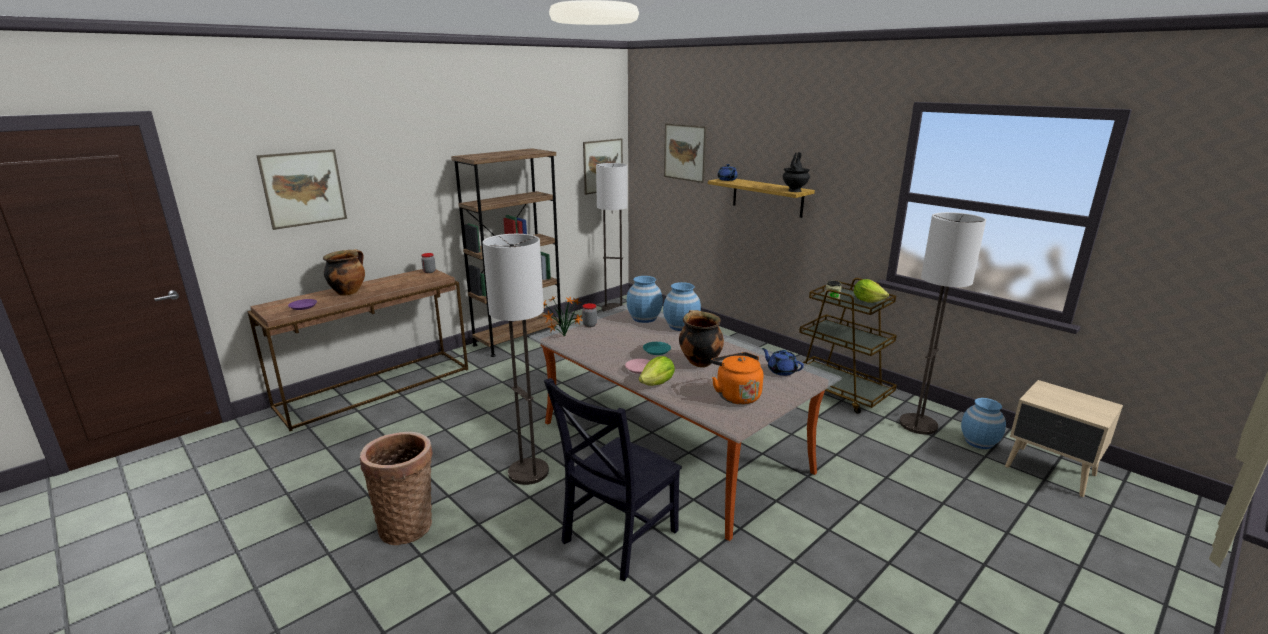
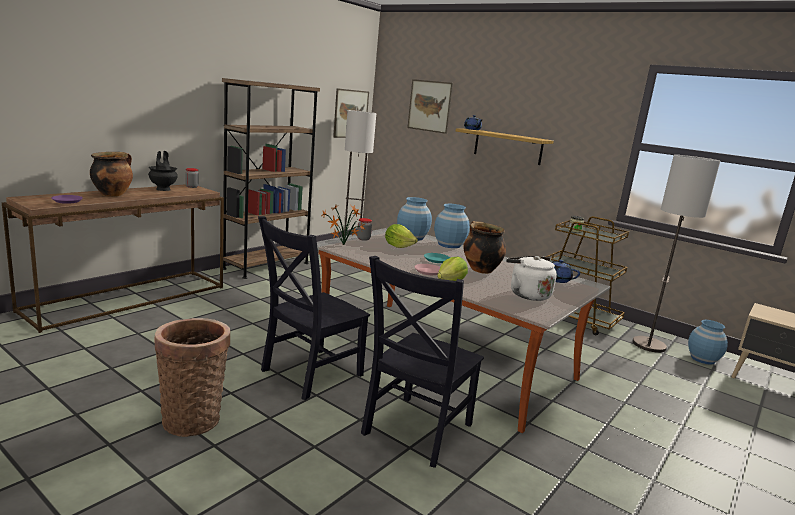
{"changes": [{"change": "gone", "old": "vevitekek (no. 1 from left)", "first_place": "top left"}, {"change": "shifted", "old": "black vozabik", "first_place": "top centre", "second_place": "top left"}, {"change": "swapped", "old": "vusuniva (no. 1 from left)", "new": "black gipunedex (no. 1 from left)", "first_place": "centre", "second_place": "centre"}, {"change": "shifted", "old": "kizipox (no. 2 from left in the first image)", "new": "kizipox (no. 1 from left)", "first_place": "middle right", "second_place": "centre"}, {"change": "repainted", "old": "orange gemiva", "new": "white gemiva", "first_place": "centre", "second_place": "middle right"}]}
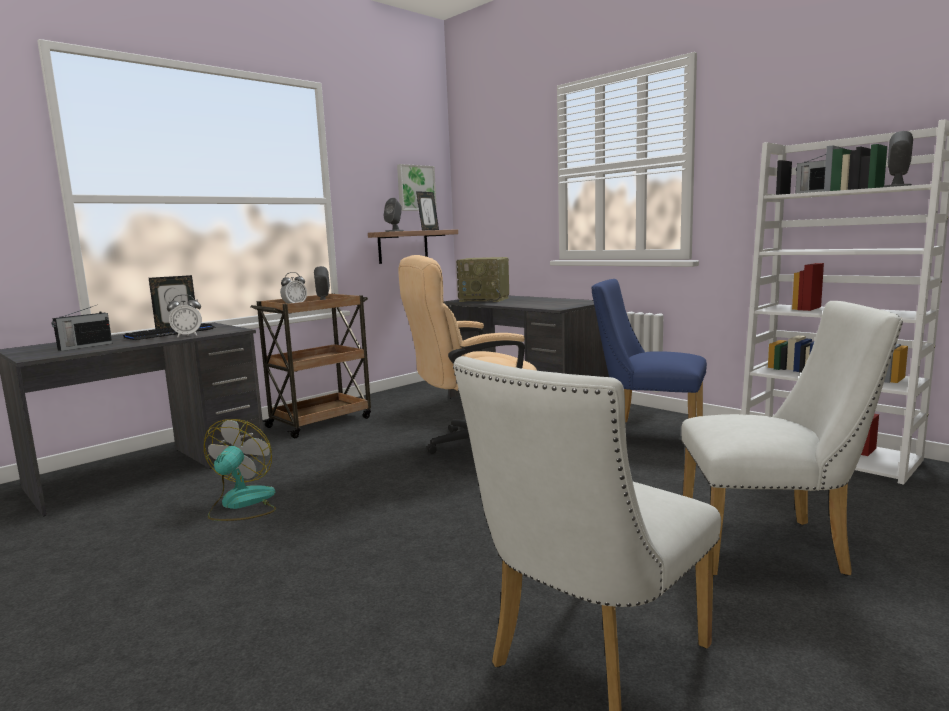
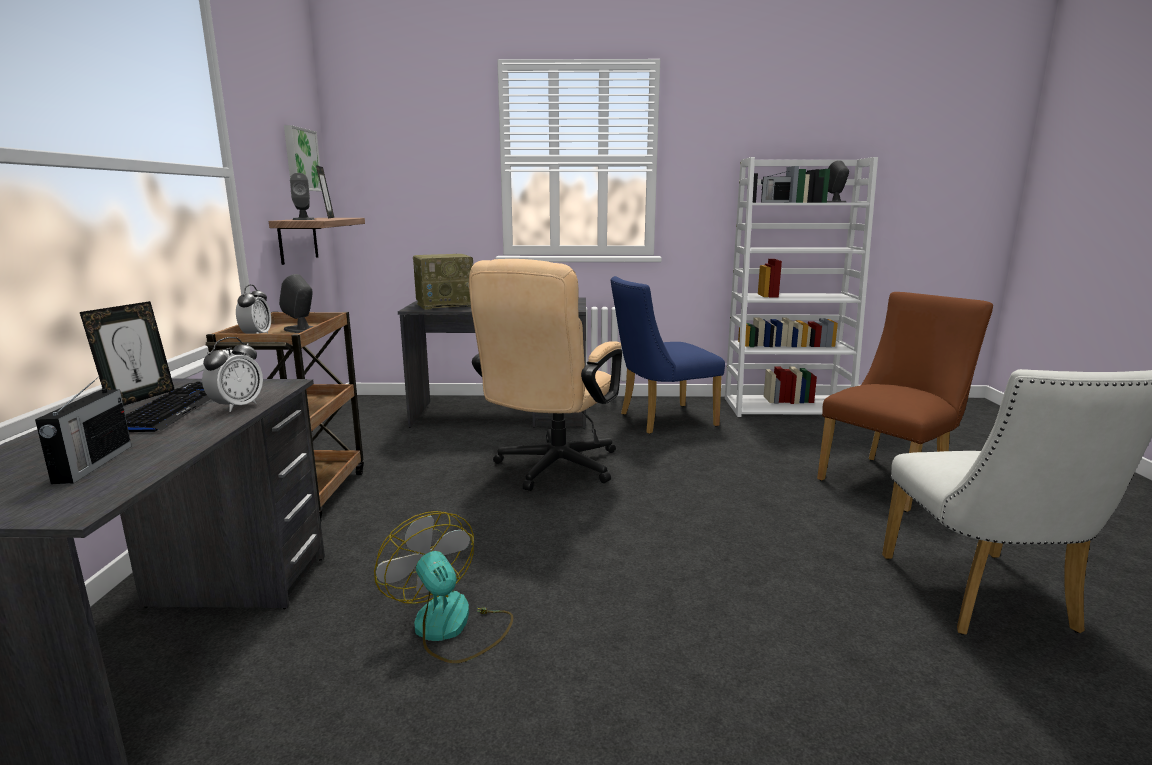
{"changes": [{"change": "repainted", "old": "white gipunedex (no. 2 from left)", "new": "brown gipunedex", "first_place": "middle right", "second_place": "middle right"}]}
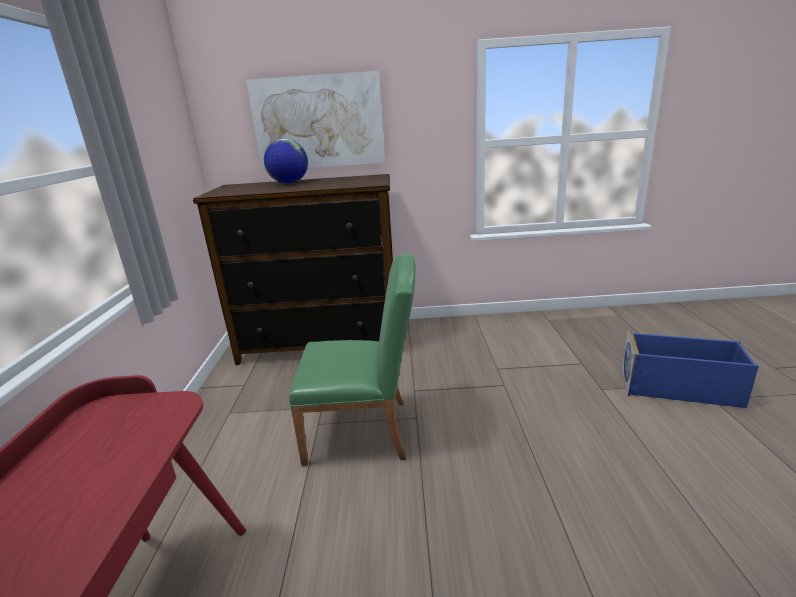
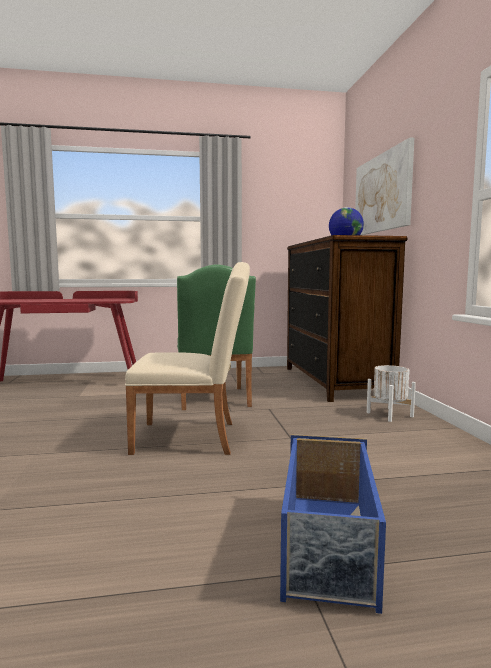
{"changes": [{"change": "new", "new": "beige gipunedex", "second_place": "centre"}, {"change": "new", "new": "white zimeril", "second_place": "middle right"}]}
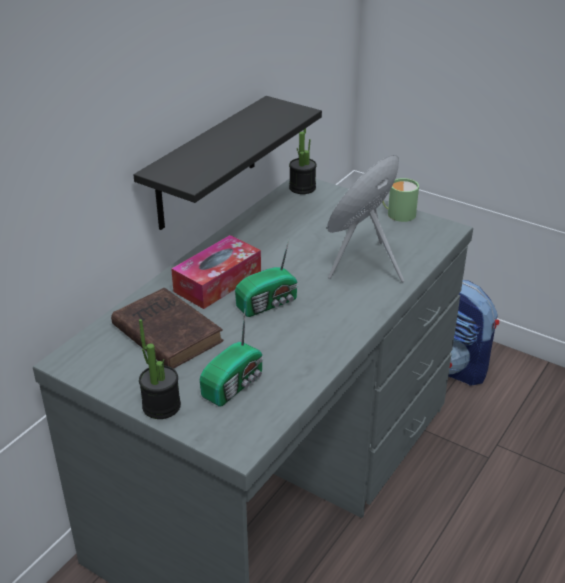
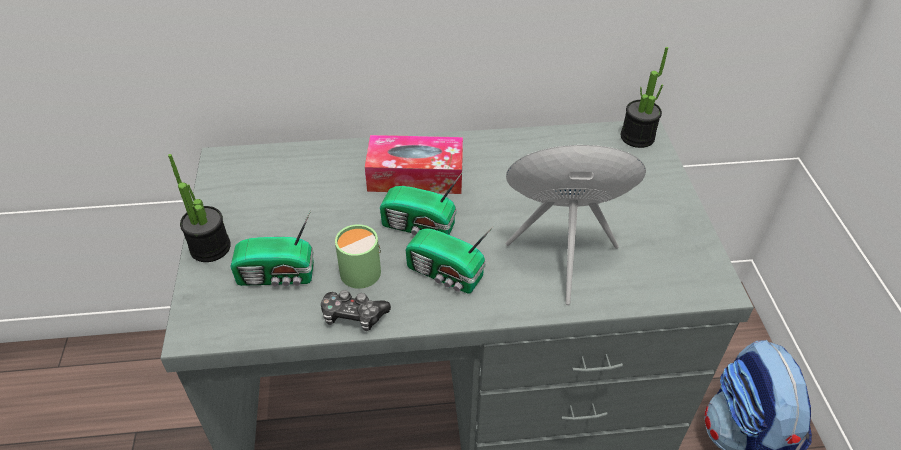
{"changes": [{"change": "gone", "old": "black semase", "first_place": "top centre"}, {"change": "shifted", "old": "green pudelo", "first_place": "middle right", "second_place": "centre"}, {"change": "gone", "old": "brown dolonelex", "first_place": "middle left"}, {"change": "new", "new": "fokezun (no. 3 from left)", "second_place": "centre"}, {"change": "new", "new": "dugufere", "second_place": "bottom centre"}]}
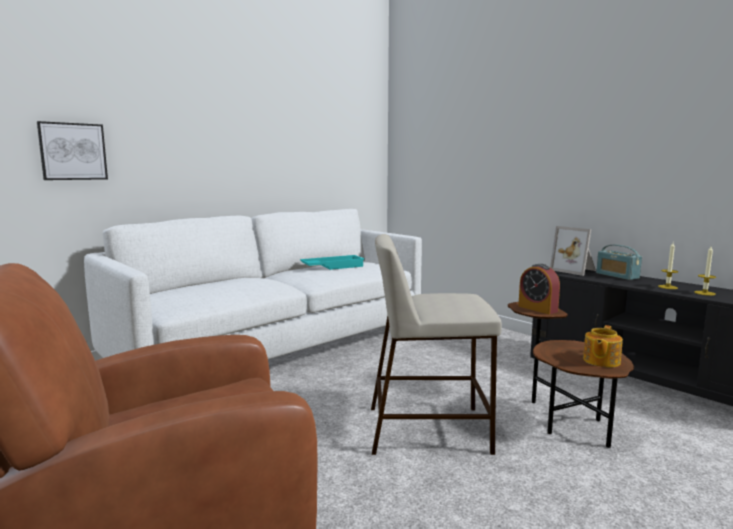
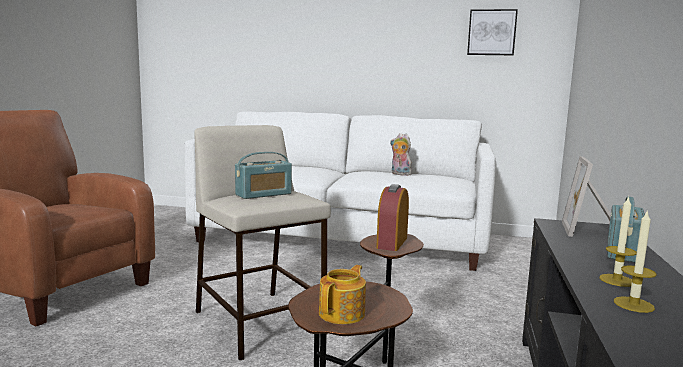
{"changes": [{"change": "shifted", "old": "vevitekek", "first_place": "top left", "second_place": "top right"}, {"change": "swapped", "old": "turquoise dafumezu", "new": "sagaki", "first_place": "centre", "second_place": "centre"}, {"change": "rotated", "old": "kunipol", "first_place": "middle right", "second_place": "bottom centre", "degrees": 120}, {"change": "new", "new": "fokezun (no. 1 from left)", "second_place": "centre"}]}
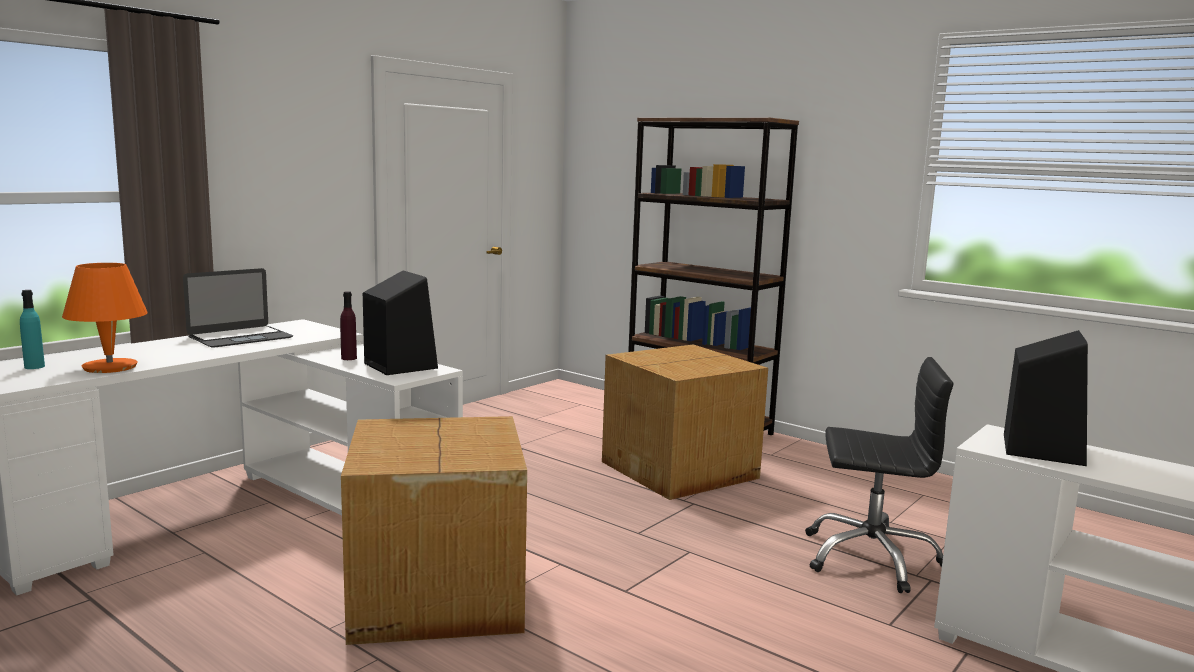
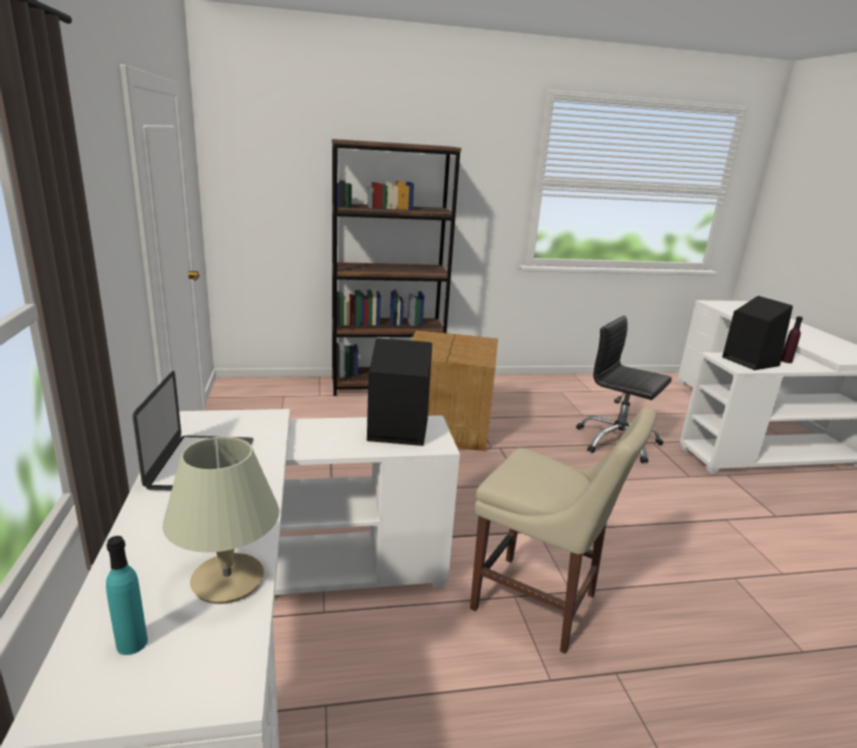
{"changes": [{"change": "repainted", "old": "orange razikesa", "new": "beige razikesa", "first_place": "middle left", "second_place": "bottom left"}, {"change": "shifted", "old": "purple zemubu", "first_place": "middle left", "second_place": "middle right"}, {"change": "rotated", "old": "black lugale", "first_place": "bottom right", "second_place": "middle right", "degrees": -105}, {"change": "swapped", "old": "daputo (no. 1 from left)", "new": "beige gipunedex", "first_place": "bottom centre", "second_place": "bottom centre"}]}
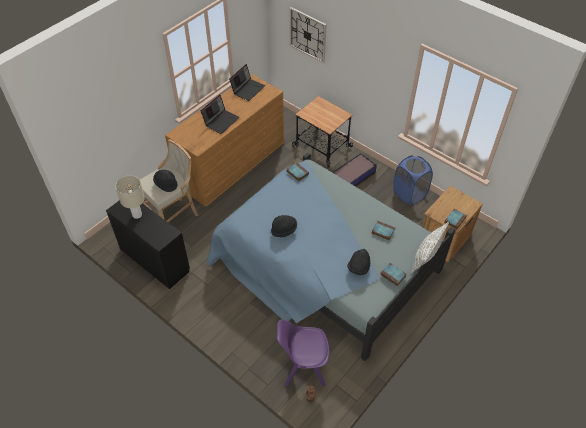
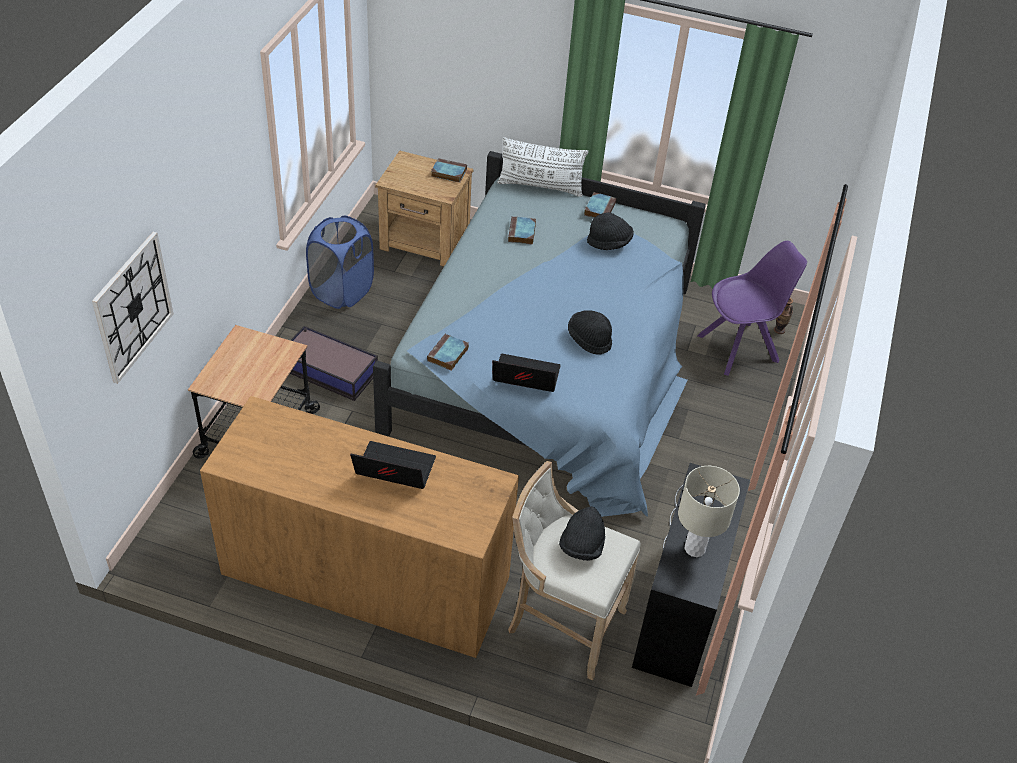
{"changes": [{"change": "shifted", "old": "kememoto (no. 2 from left)", "first_place": "top centre", "second_place": "centre"}, {"change": "rotated", "old": "purple gipunedex", "first_place": "bottom centre", "second_place": "middle right", "degrees": -90}]}
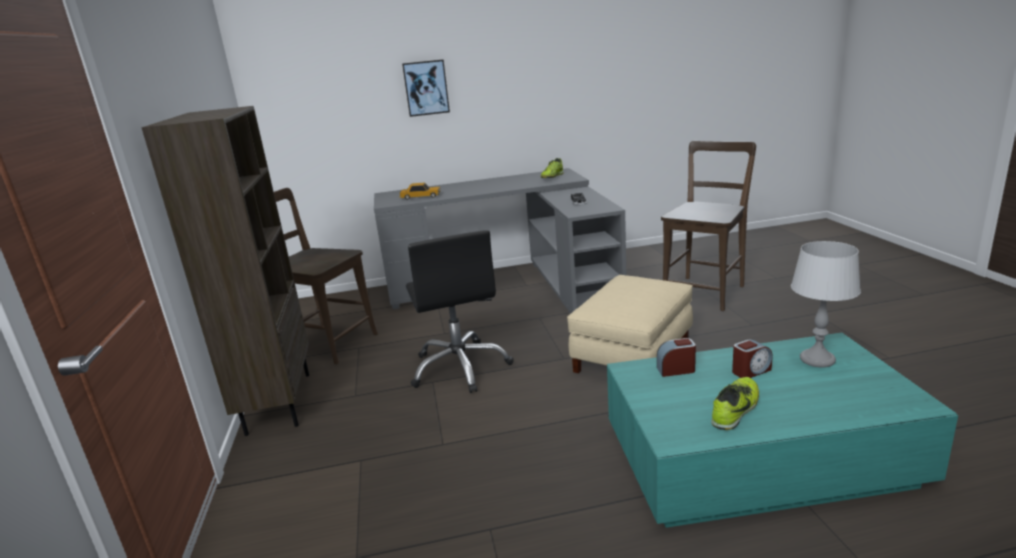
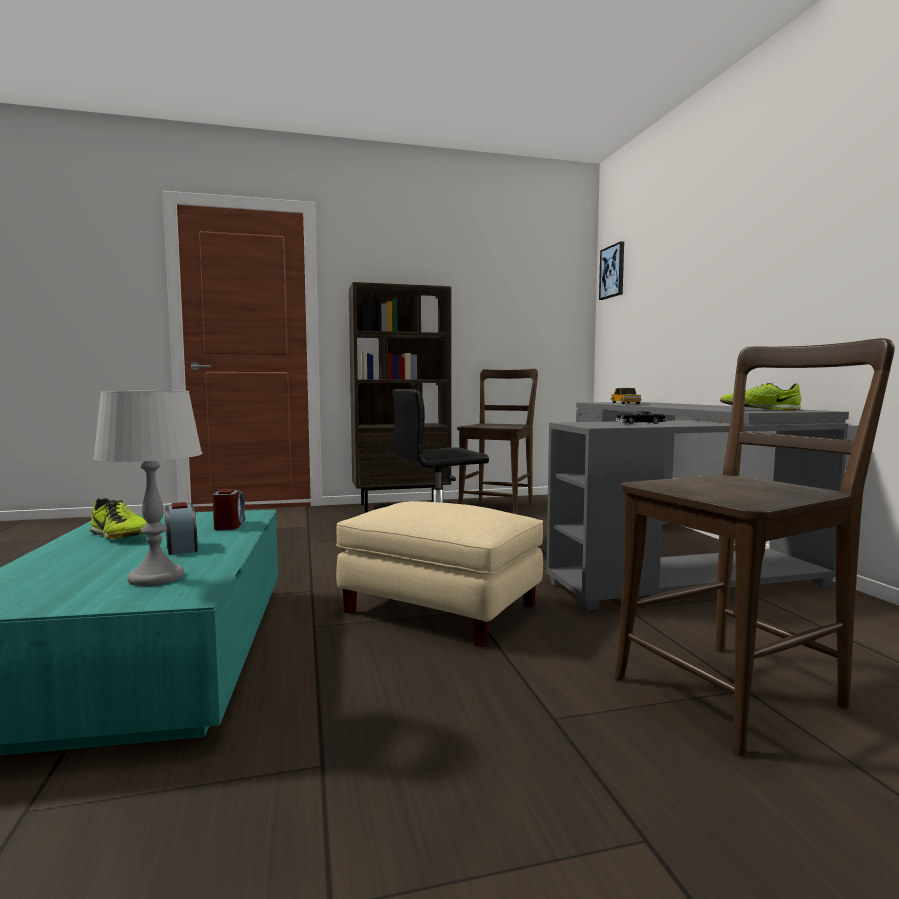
{"changes": [{"change": "shifted", "old": "vevitekek", "first_place": "top centre", "second_place": "top right"}, {"change": "rotated", "old": "brown gipunedex (no. 2 from left)", "first_place": "middle right", "second_place": "middle right", "degrees": -60}]}
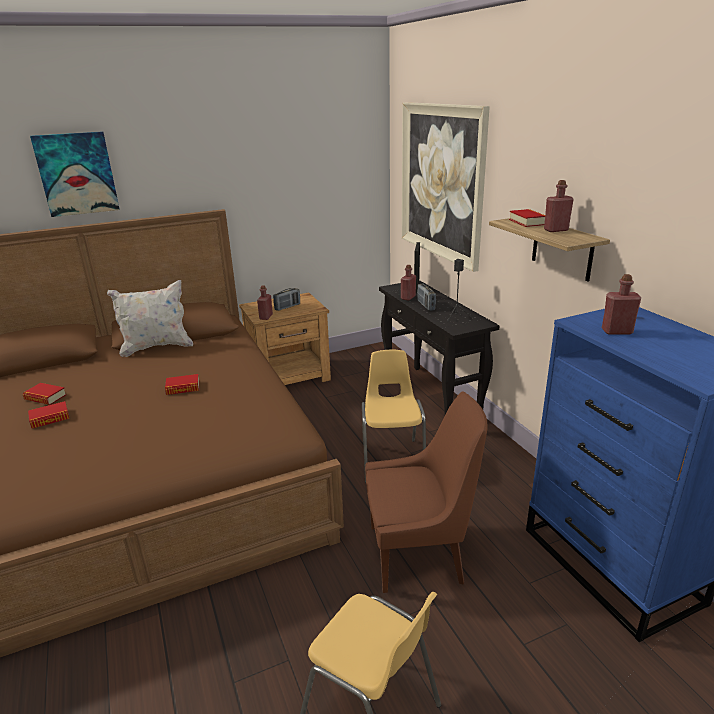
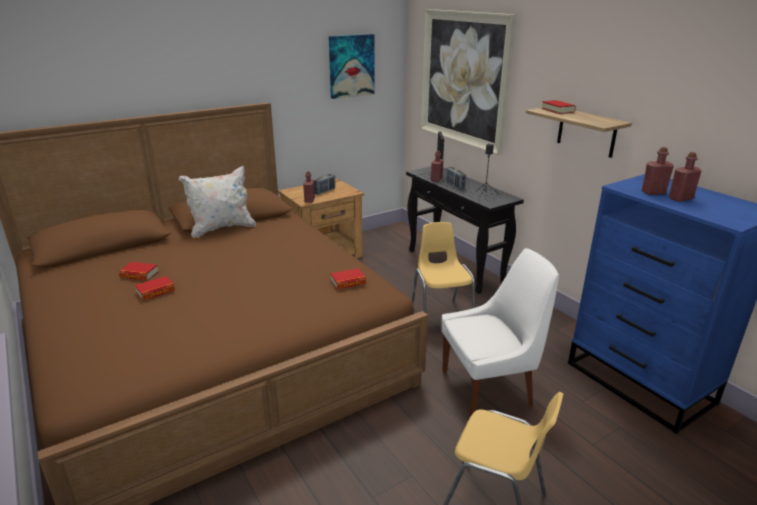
{"changes": [{"change": "shifted", "old": "vevitekek (no. 1 from left)", "first_place": "top left", "second_place": "top centre"}, {"change": "shifted", "old": "red zemubu (no. 3 from left in the first image)", "new": "red zemubu (no. 4 from left)", "first_place": "top right", "second_place": "middle right"}, {"change": "shifted", "old": "dolonelex (no. 3 from left)", "first_place": "middle left", "second_place": "centre"}, {"change": "repainted", "old": "brown gipunedex", "new": "white gipunedex", "first_place": "bottom centre", "second_place": "centre"}]}
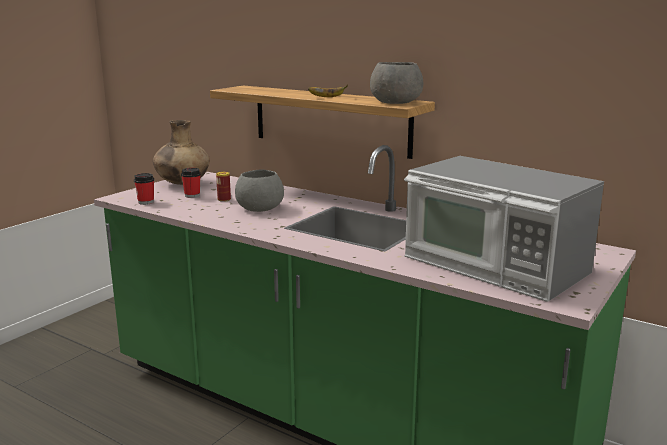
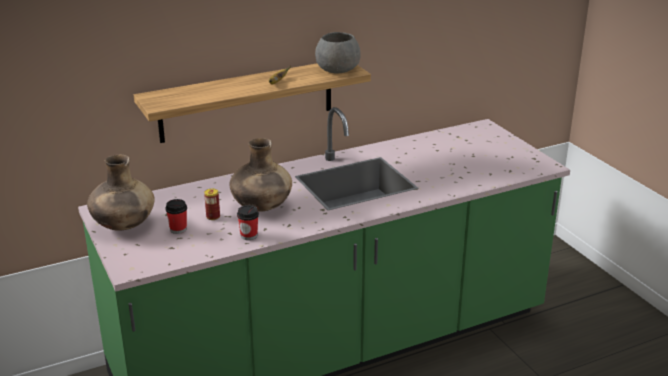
{"changes": [{"change": "gone", "old": "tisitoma", "first_place": "middle right"}, {"change": "swapped", "old": "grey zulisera (no. 1 from left)", "new": "brown vozabik (no. 2 from left)", "first_place": "centre", "second_place": "centre"}, {"change": "shifted", "old": "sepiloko (no. 1 from left in the first image)", "new": "sepiloko (no. 2 from left)", "first_place": "middle left", "second_place": "centre"}]}
